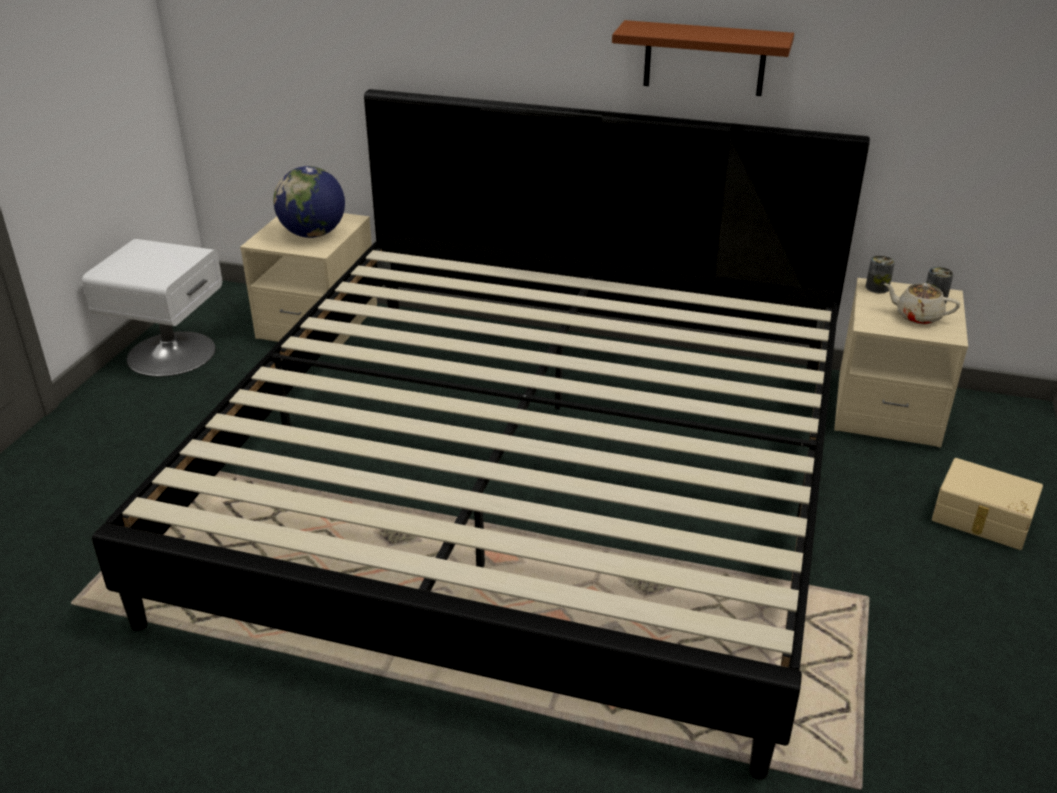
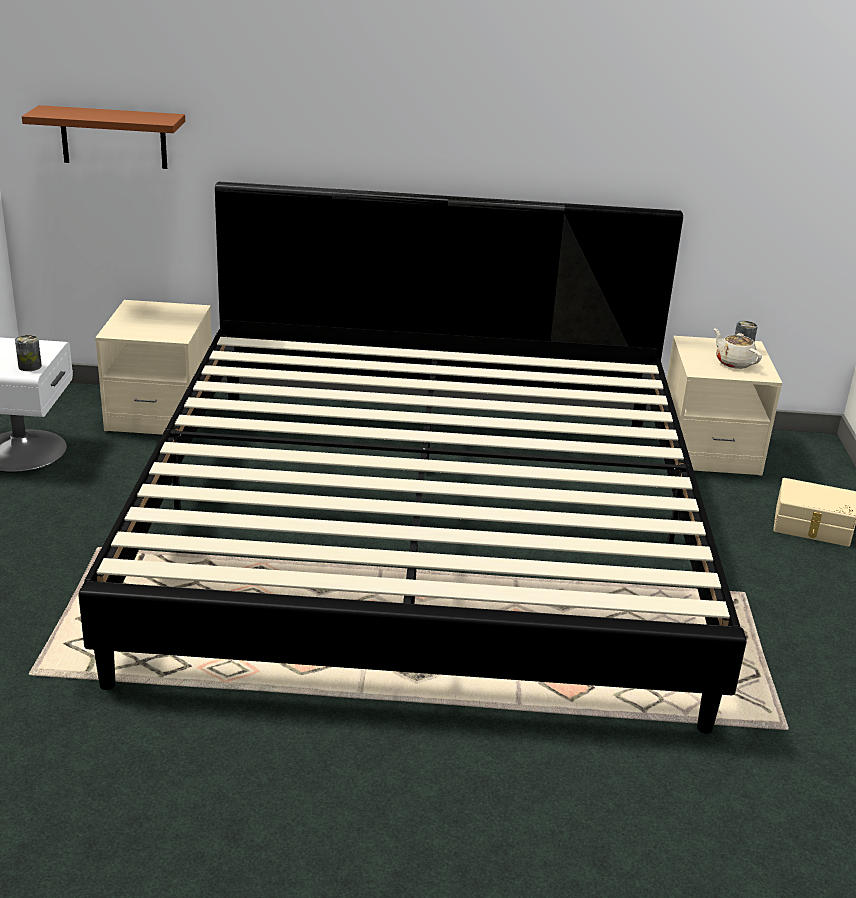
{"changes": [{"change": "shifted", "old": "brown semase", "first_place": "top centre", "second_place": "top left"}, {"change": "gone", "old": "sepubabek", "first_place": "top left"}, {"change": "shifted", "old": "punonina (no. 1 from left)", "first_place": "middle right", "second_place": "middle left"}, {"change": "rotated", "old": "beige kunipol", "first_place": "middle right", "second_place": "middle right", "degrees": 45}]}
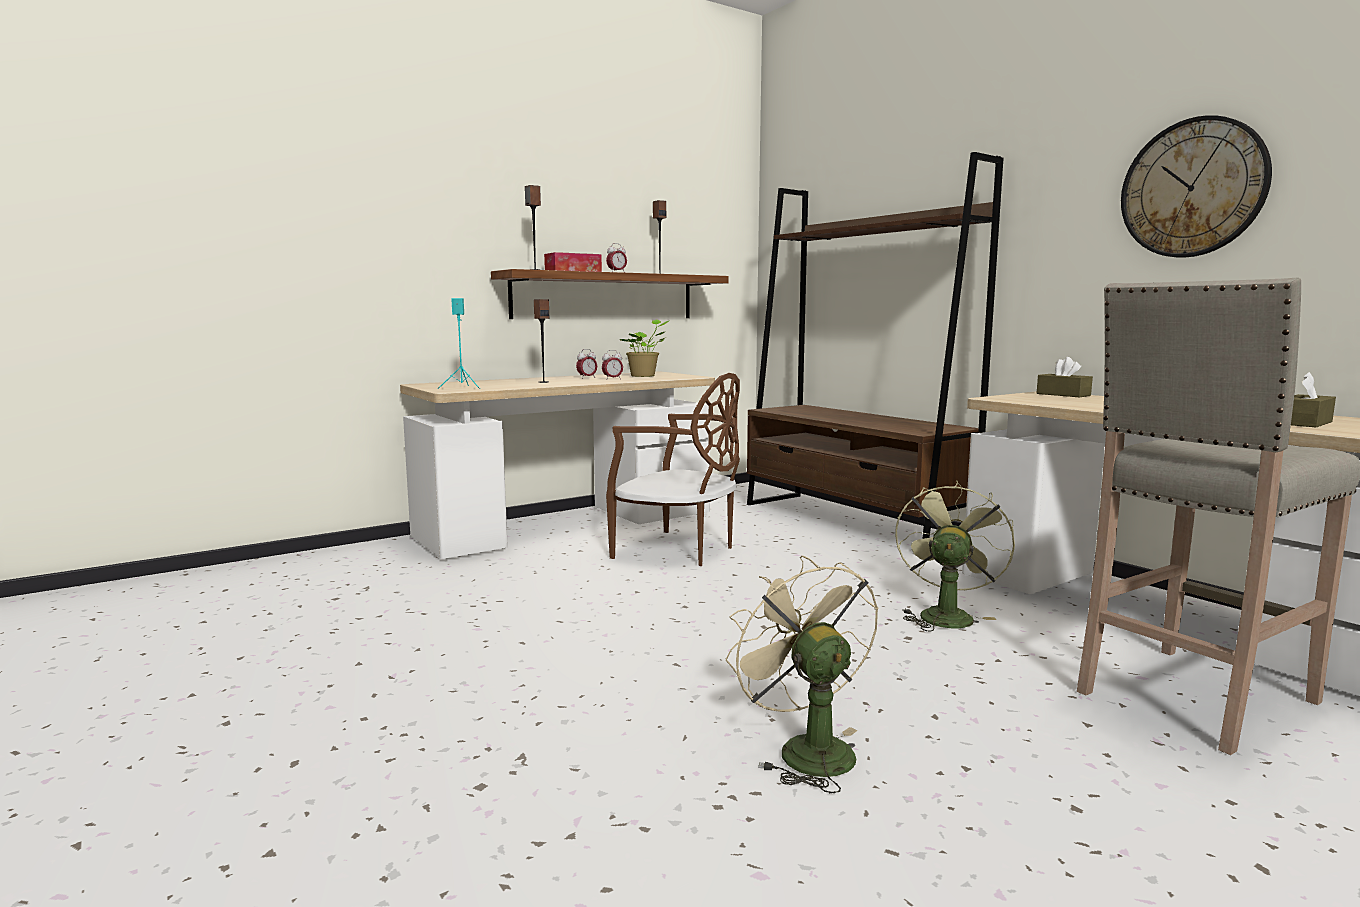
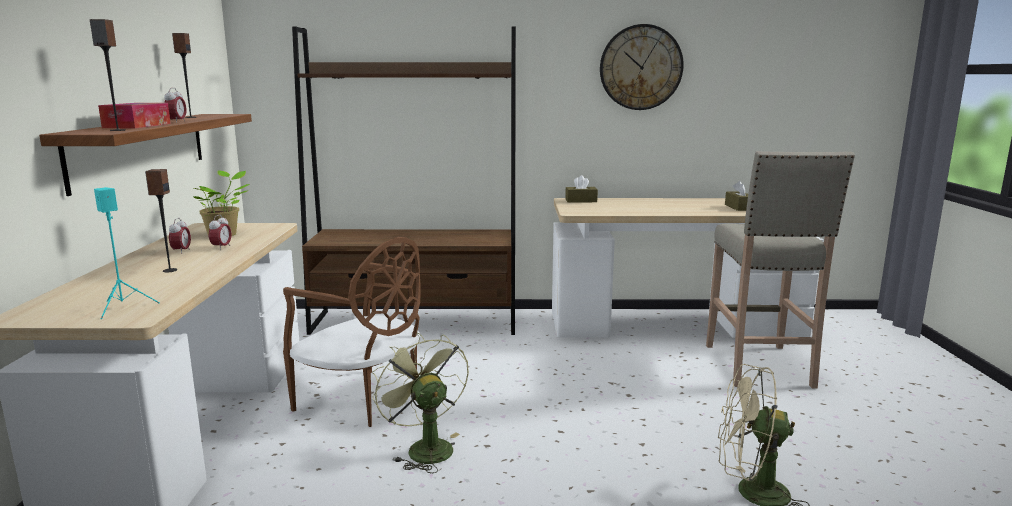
{"changes": [{"change": "rotated", "old": "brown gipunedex", "first_place": "centre", "second_place": "centre", "degrees": 60}, {"change": "shifted", "old": "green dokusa", "first_place": "middle right", "second_place": "bottom centre"}]}
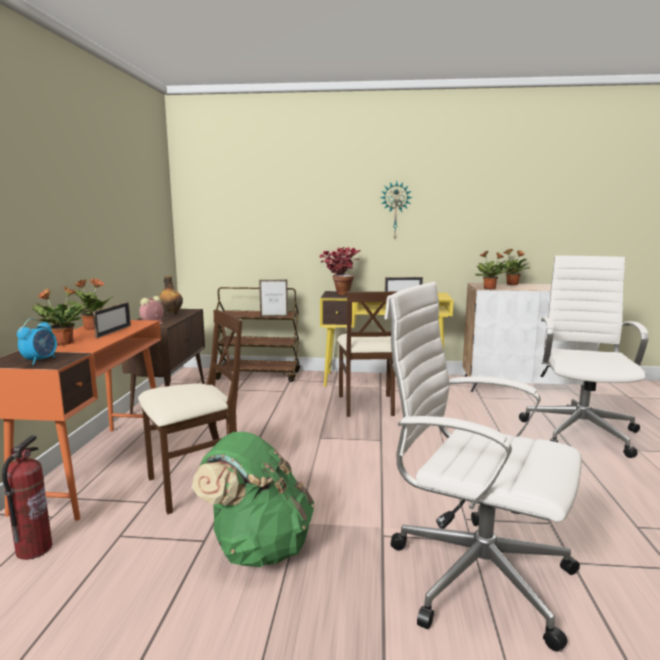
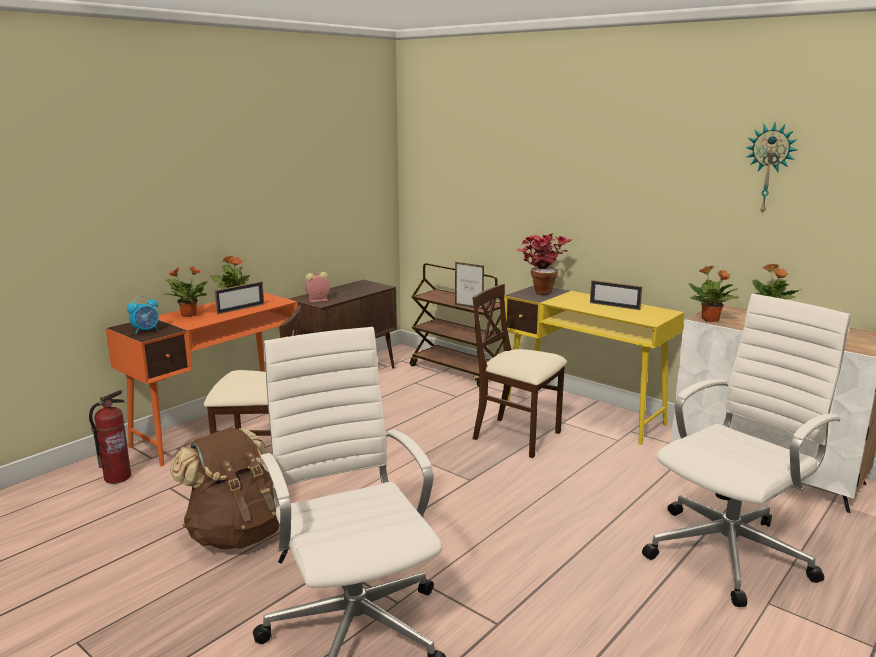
{"changes": [{"change": "shifted", "old": "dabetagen", "first_place": "top centre", "second_place": "top right"}, {"change": "gone", "old": "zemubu", "first_place": "middle left"}, {"change": "rotated", "old": "beige gipunedex (no. 2 from left)", "first_place": "centre", "second_place": "centre", "degrees": 90}, {"change": "repainted", "old": "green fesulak", "new": "brown fesulak", "first_place": "bottom centre", "second_place": "bottom left"}]}
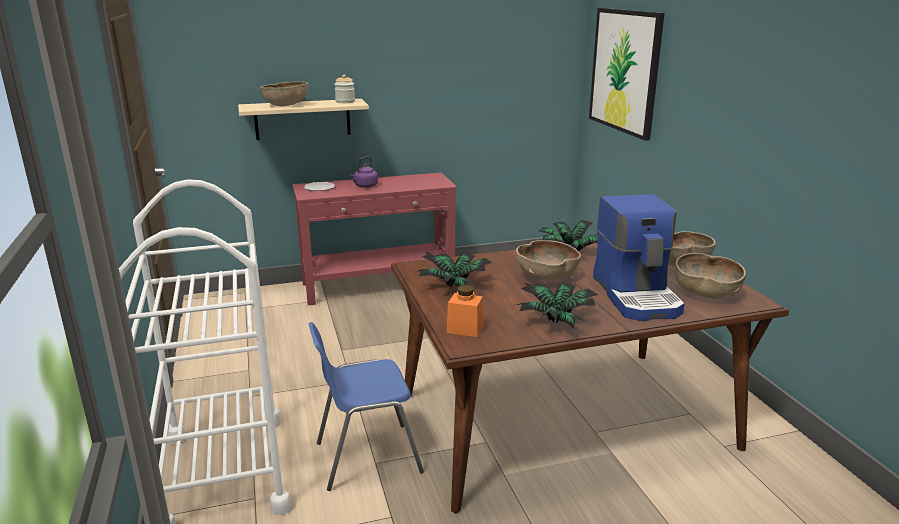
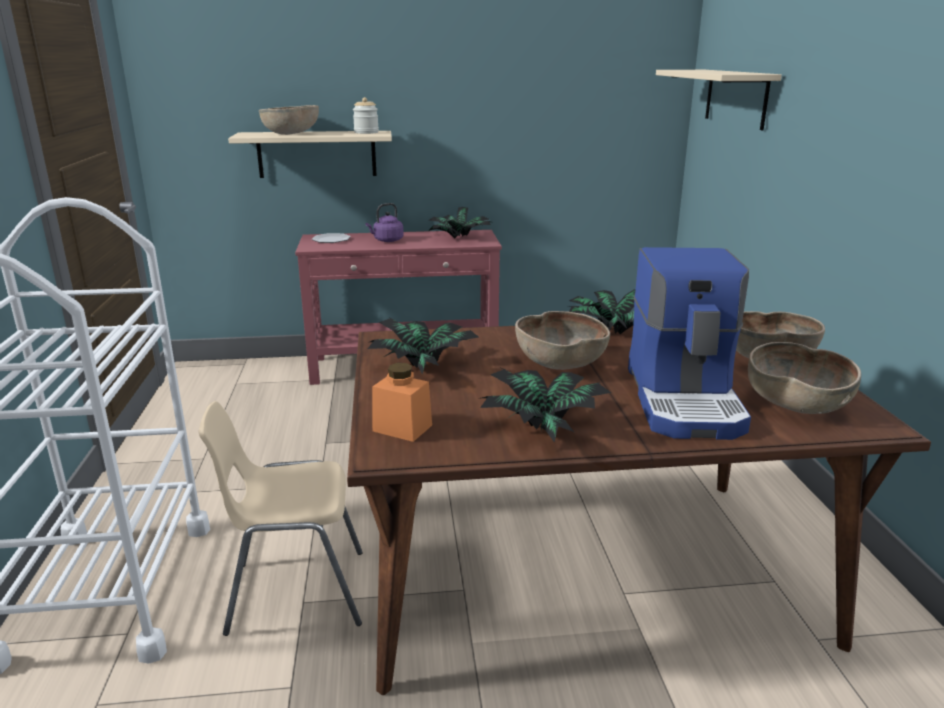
{"changes": [{"change": "swapped", "old": "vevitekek", "new": "beige semase (no. 2 from left)", "first_place": "top right", "second_place": "top right"}, {"change": "repainted", "old": "blue gipunedex", "new": "beige gipunedex", "first_place": "bottom centre", "second_place": "bottom left"}, {"change": "new", "new": "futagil (no. 2 from left)", "second_place": "top centre"}]}
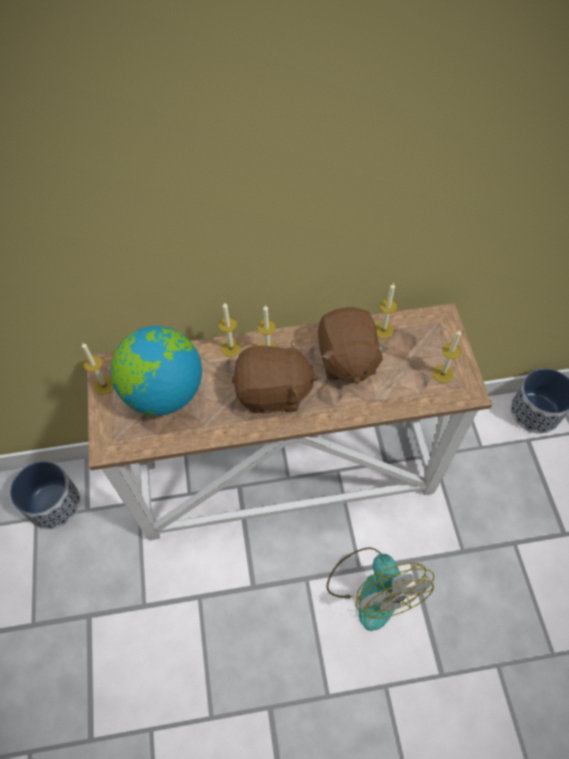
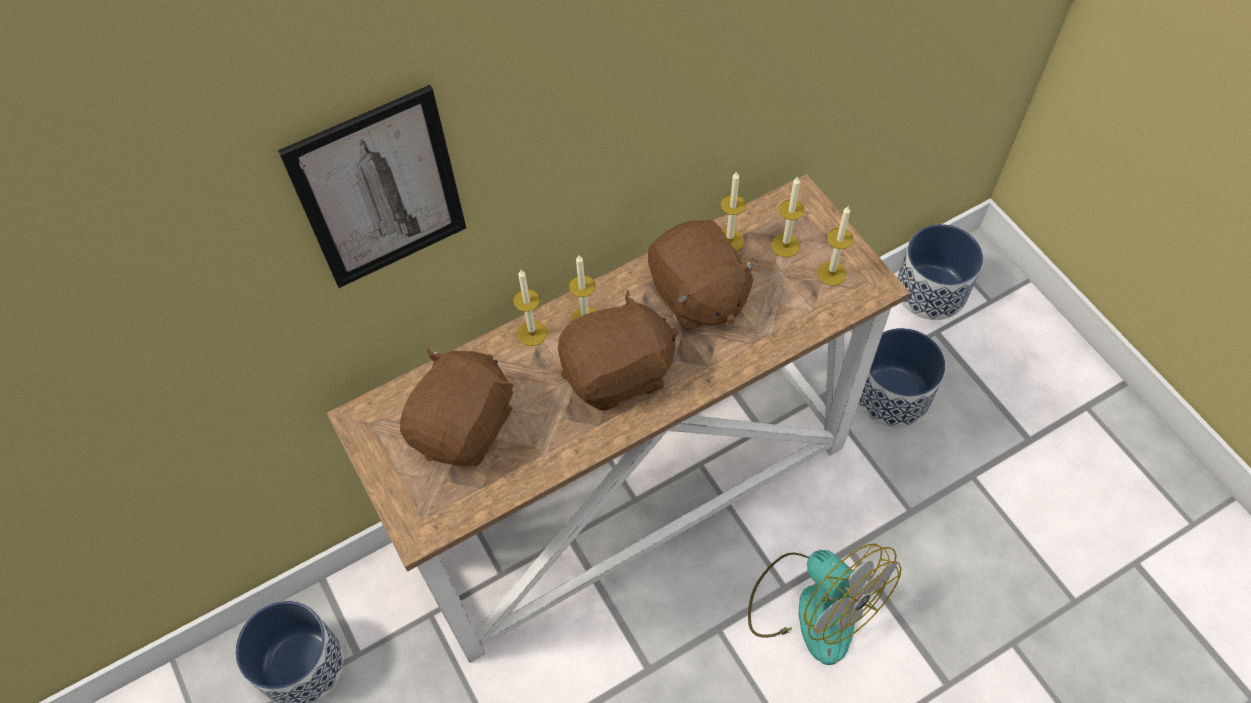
{"changes": [{"change": "swapped", "old": "sepubabek", "new": "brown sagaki (no. 1 from left)", "first_place": "middle left", "second_place": "centre"}, {"change": "shifted", "old": "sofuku (no. 1 from left in the first image)", "new": "sofuku (no. 4 from left)", "first_place": "middle left", "second_place": "top centre"}, {"change": "new", "new": "vevitekek", "second_place": "top left"}, {"change": "new", "new": "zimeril (no. 2 from left)", "second_place": "middle right"}]}
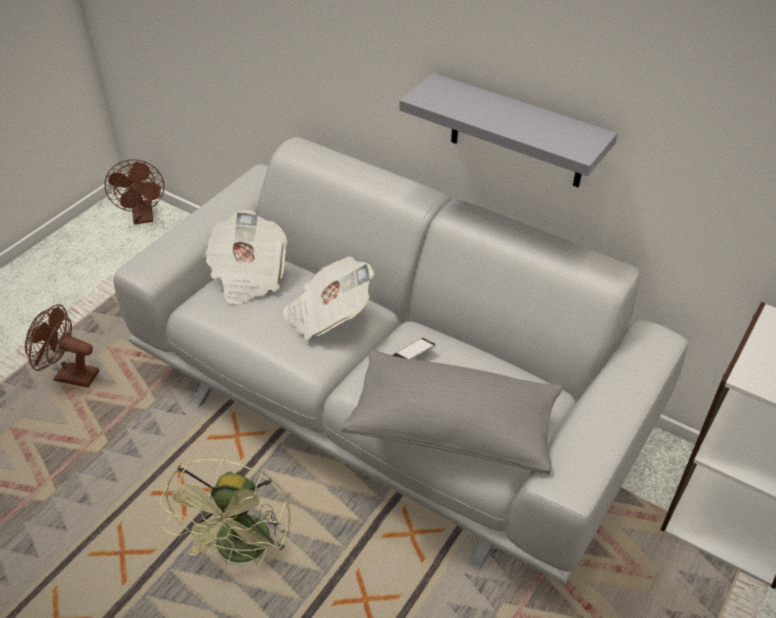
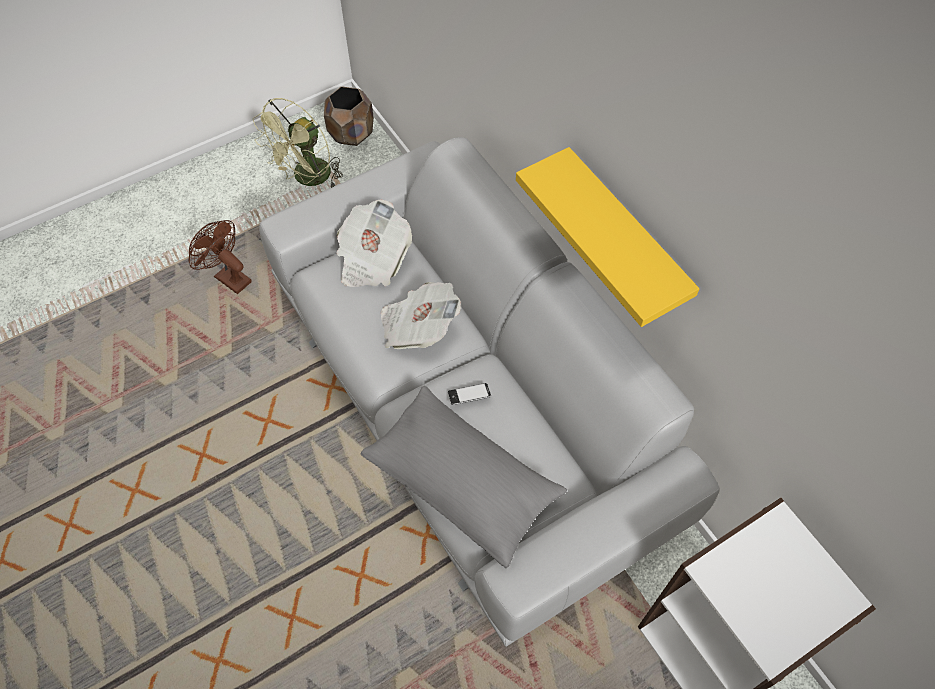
{"changes": [{"change": "repainted", "old": "grey semase", "new": "yellow semase", "first_place": "top centre", "second_place": "centre"}, {"change": "swapped", "old": "brown dokusa (no. 2 from left)", "new": "brown zimeril", "first_place": "top left", "second_place": "top centre"}, {"change": "shifted", "old": "green dokusa", "first_place": "bottom left", "second_place": "top left"}]}
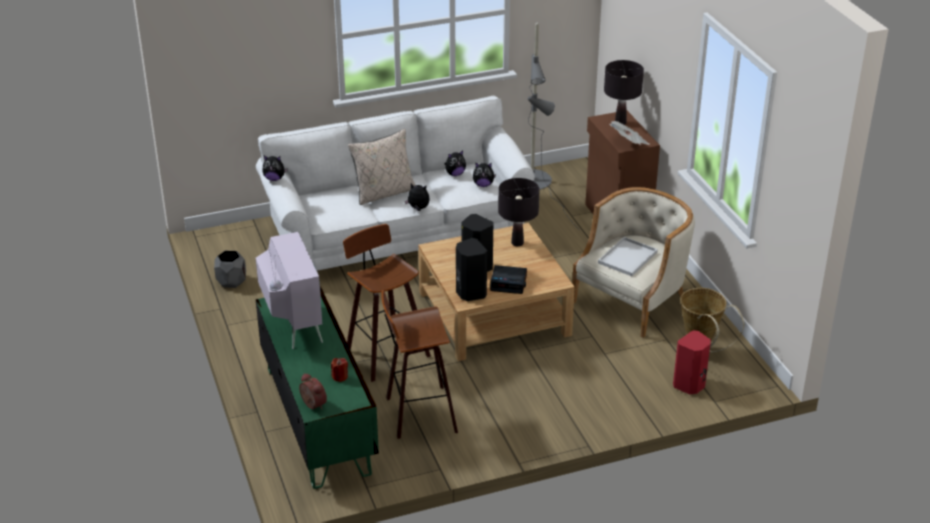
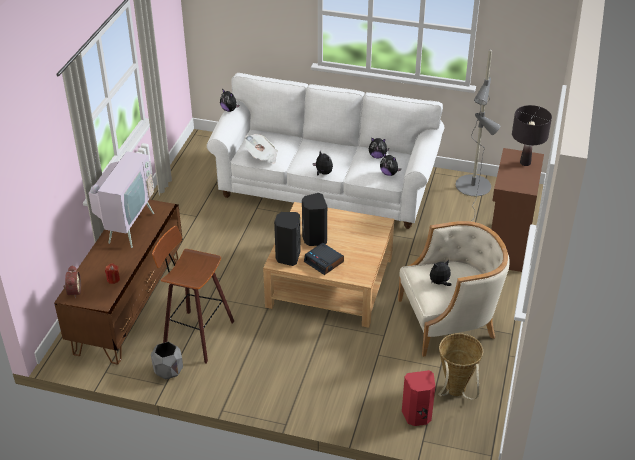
{"changes": [{"change": "shifted", "old": "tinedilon", "first_place": "top right", "second_place": "top centre"}, {"change": "gone", "old": "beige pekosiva", "first_place": "top centre"}, {"change": "gone", "old": "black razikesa (no. 1 from left)", "first_place": "centre"}, {"change": "gone", "old": "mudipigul (no. 1 from left)", "first_place": "centre"}, {"change": "swapped", "old": "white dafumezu", "new": "sagaki (no. 5 from left)", "first_place": "middle right", "second_place": "middle right"}, {"change": "shifted", "old": "grey zimeril", "first_place": "middle left", "second_place": "bottom left"}, {"change": "repainted", "old": "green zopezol", "new": "brown zopezol", "first_place": "bottom centre", "second_place": "middle left"}]}
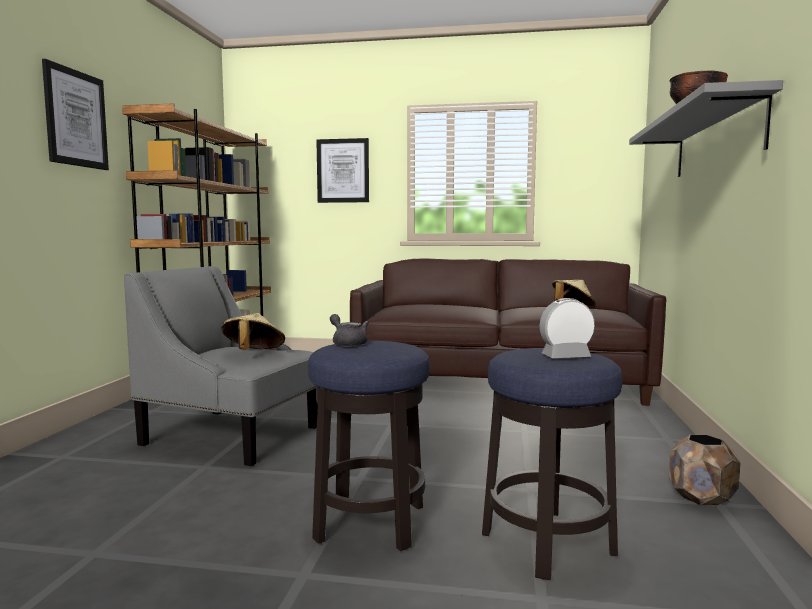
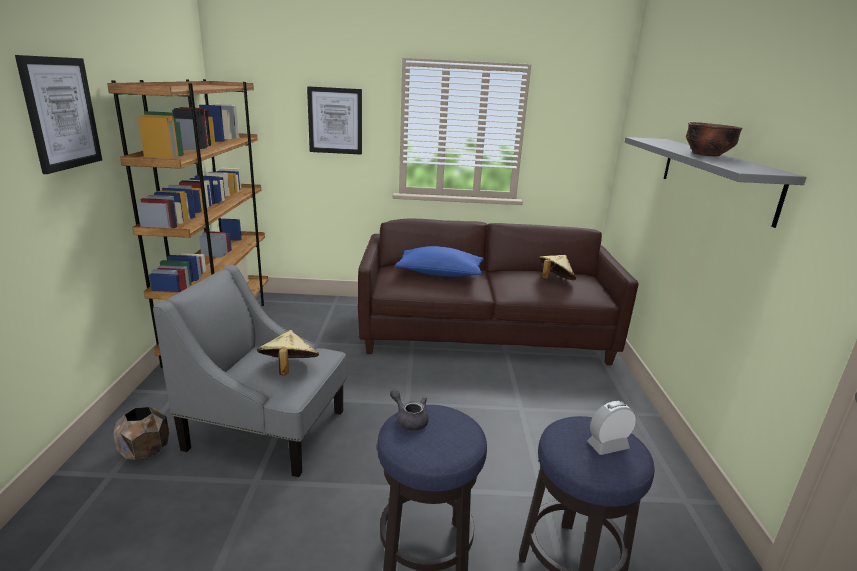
{"changes": [{"change": "shifted", "old": "brown zimeril", "first_place": "bottom right", "second_place": "bottom left"}, {"change": "new", "new": "blue pekosiva", "second_place": "centre"}]}
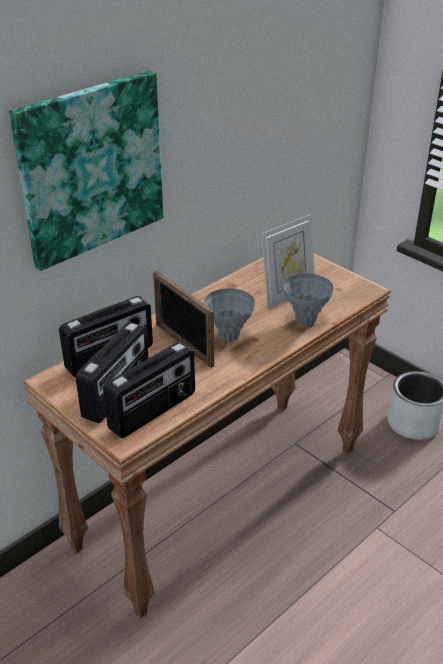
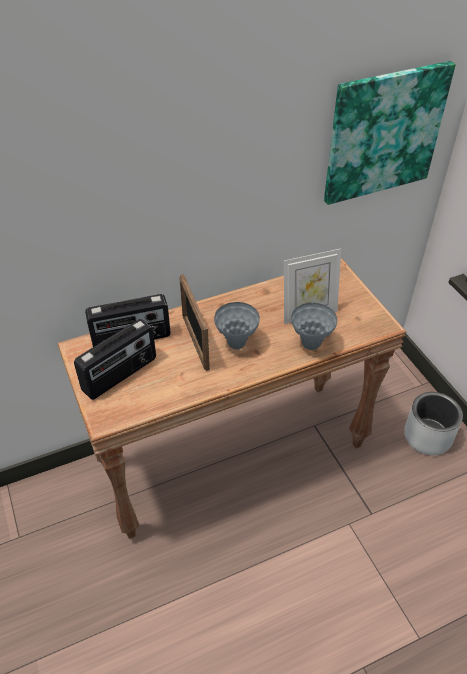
{"changes": [{"change": "shifted", "old": "vevitekek", "first_place": "top left", "second_place": "top right"}, {"change": "gone", "old": "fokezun (no. 3 from left)", "first_place": "centre"}]}
